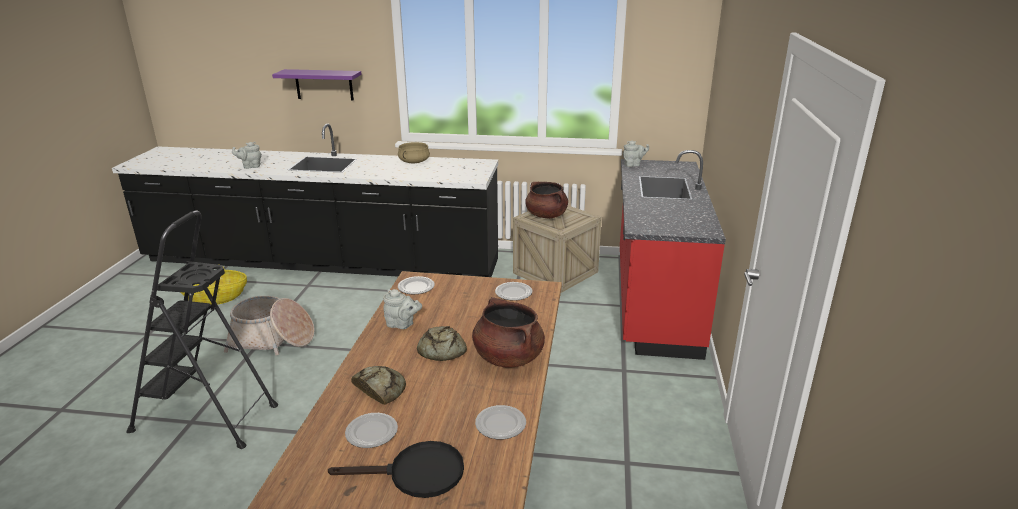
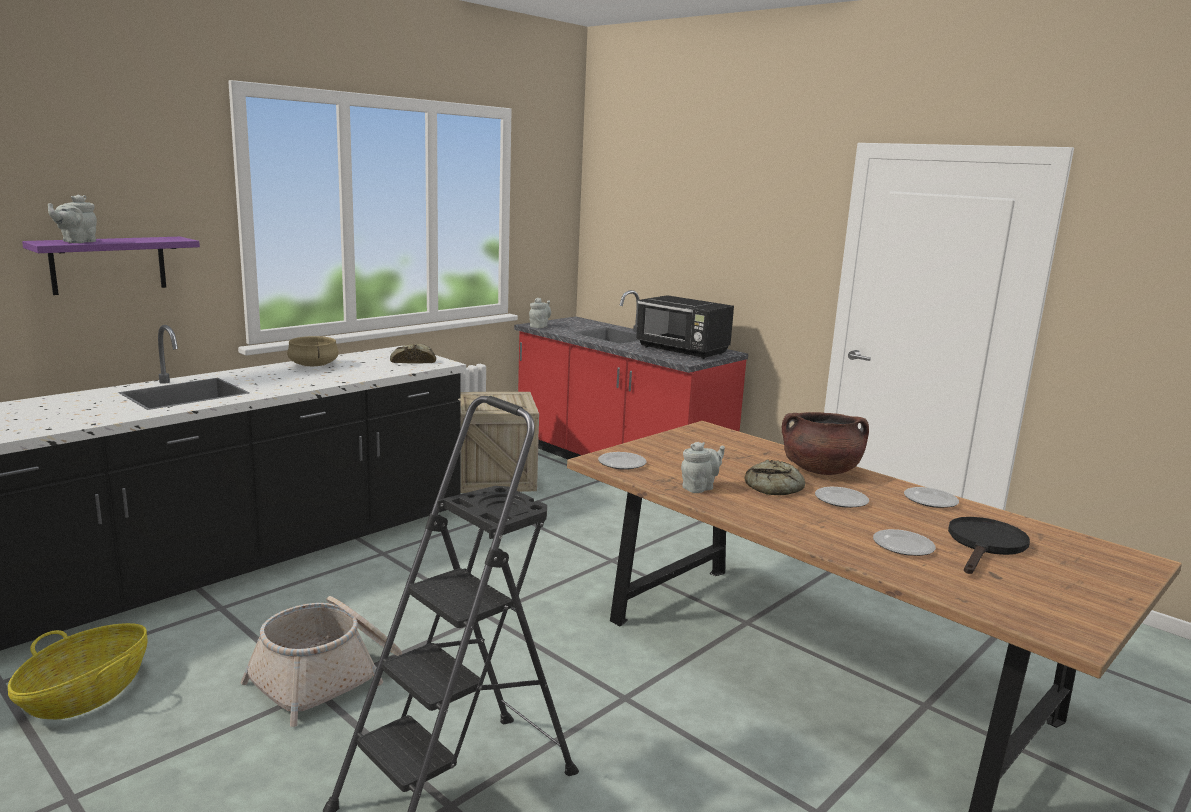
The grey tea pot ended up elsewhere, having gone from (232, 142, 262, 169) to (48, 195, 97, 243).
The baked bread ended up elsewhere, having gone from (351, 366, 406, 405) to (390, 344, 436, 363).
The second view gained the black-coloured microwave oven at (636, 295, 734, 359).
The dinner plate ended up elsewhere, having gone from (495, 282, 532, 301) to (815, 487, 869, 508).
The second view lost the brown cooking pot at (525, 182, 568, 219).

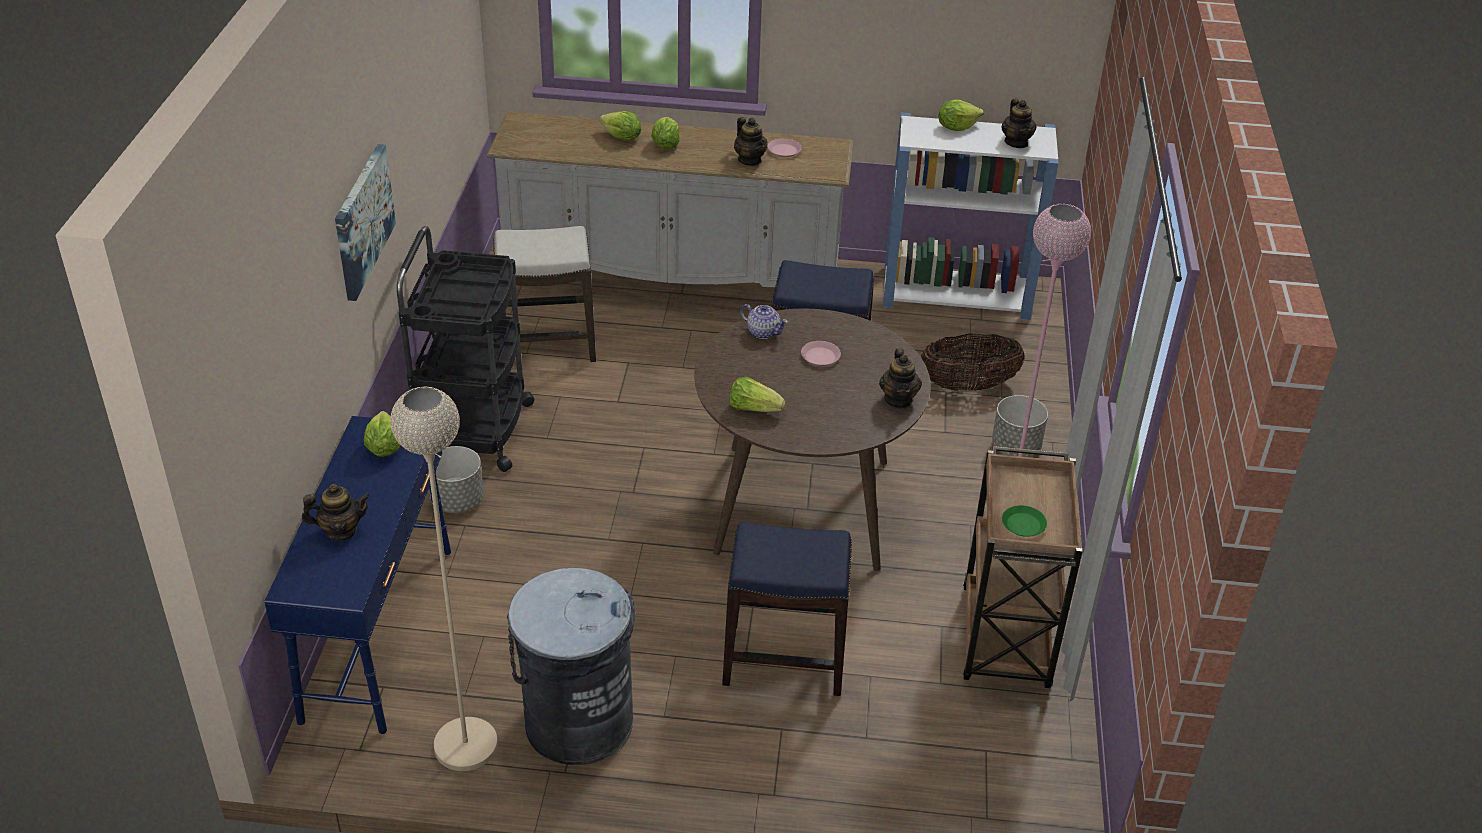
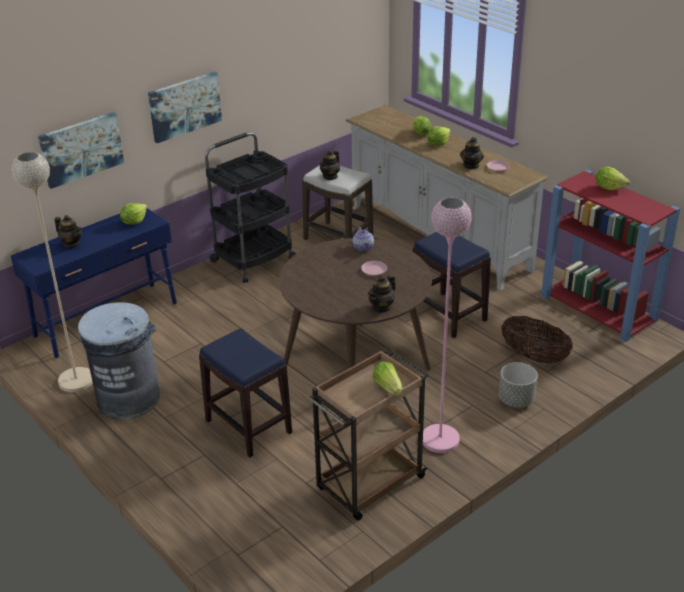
The second view gained the wall art at (38, 112, 124, 189).
The tea pot ended up elsewhere, having gone from (1001, 99, 1036, 148) to (320, 150, 340, 180).
The head of lettuce ended up elsewhere, having gone from (729, 377, 786, 412) to (373, 361, 402, 396).
What was the whitish shelving unit at (883, 112, 1058, 320) turned into the reddish shelving unit at (541, 169, 680, 342).
The second view lost the grey plant pot at (429, 446, 484, 513).
The second view lost the green-coloured dinner plate at (1002, 505, 1047, 537).

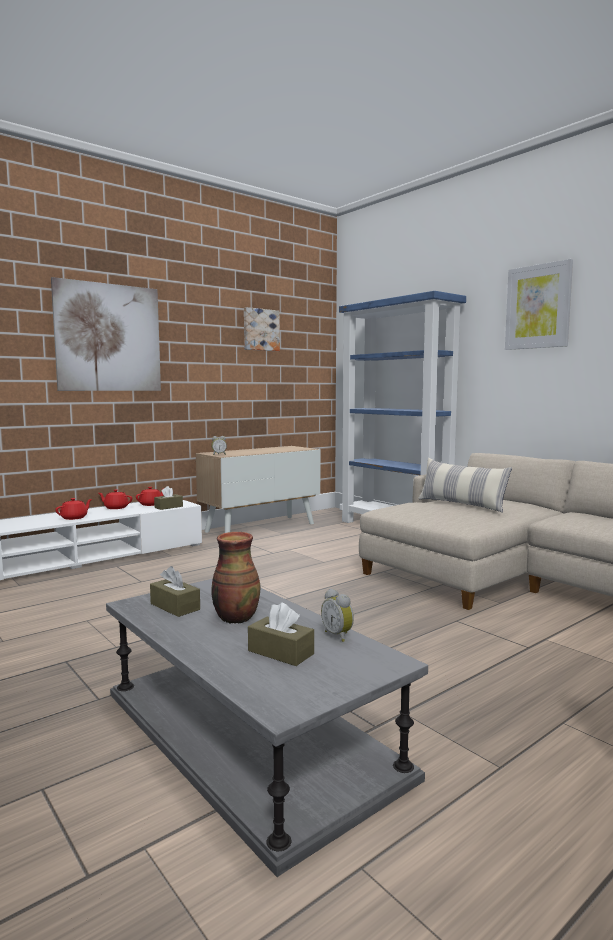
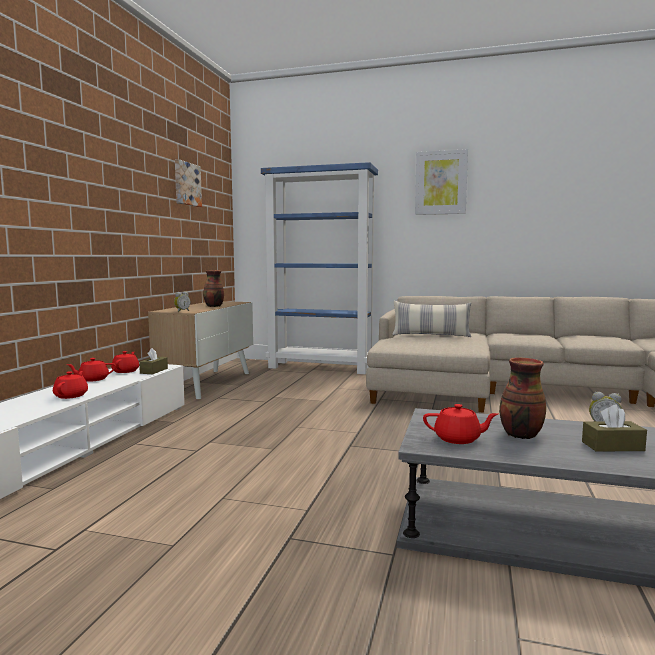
The second view gained the vase at (203, 270, 224, 307).
Where the brown tissue holder stood at (150, 566, 200, 617), the reddish tea pot came to stand at (423, 404, 498, 444).
The second view lost the wall art at (51, 277, 161, 391).

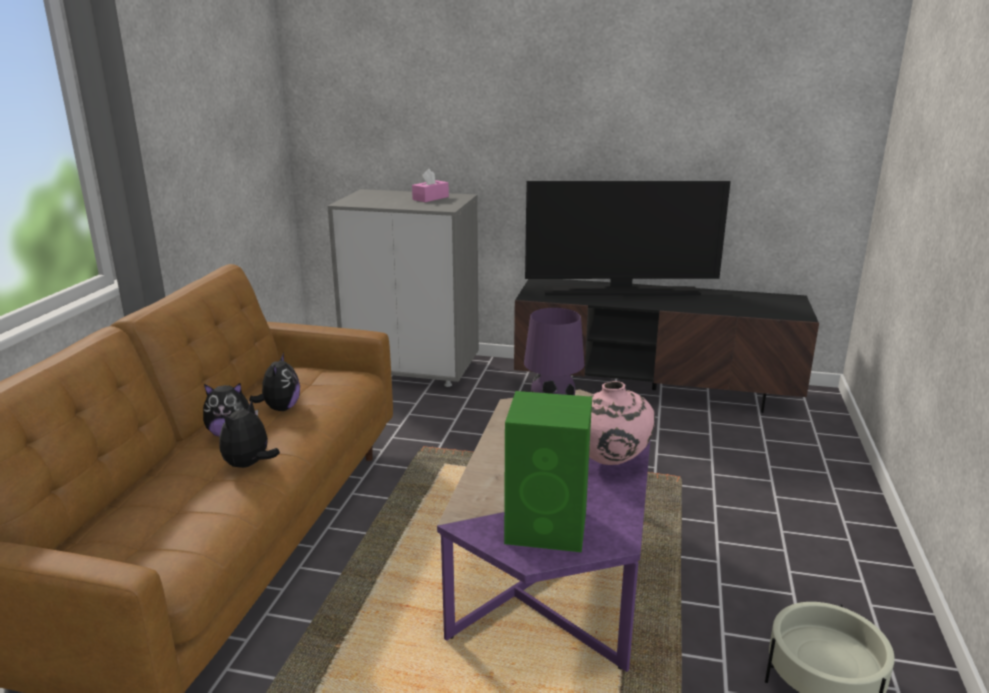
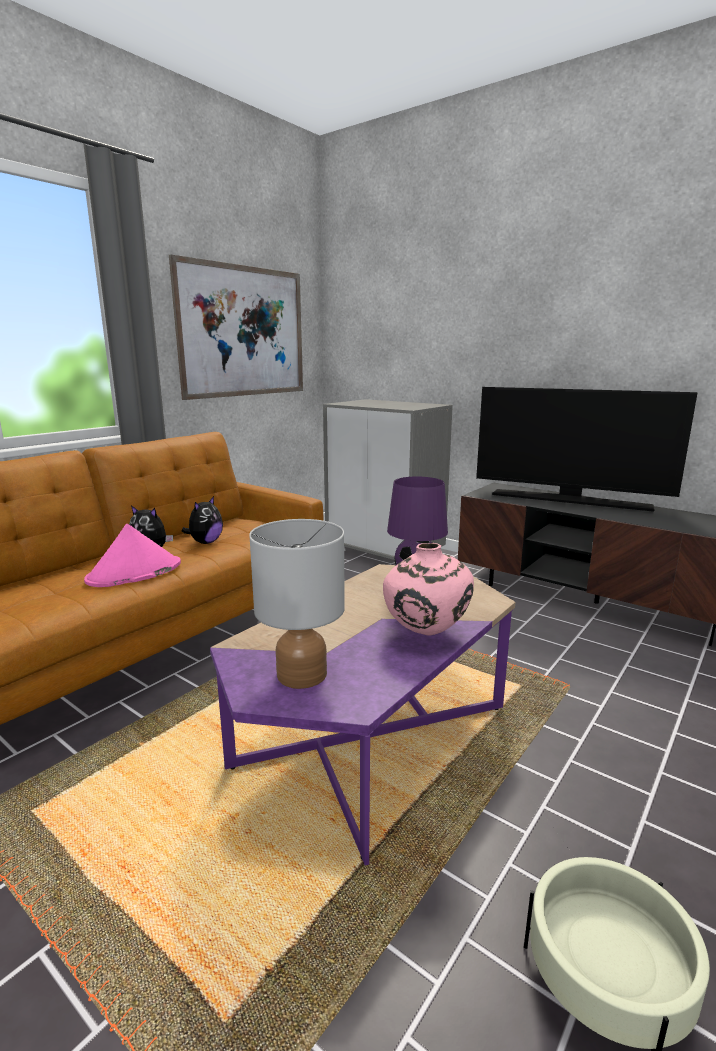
Where the cuddly toy stood at (219, 400, 280, 468), the pinkish clothing hat came to stand at (84, 524, 181, 587).
The second view gained the wall art at (169, 254, 303, 400).
Where the green-coloured speaker stood at (504, 391, 592, 552), the grey tabletop lamp came to stand at (249, 519, 345, 689).
The second view lost the pinkish tissue holder at (412, 169, 449, 202).

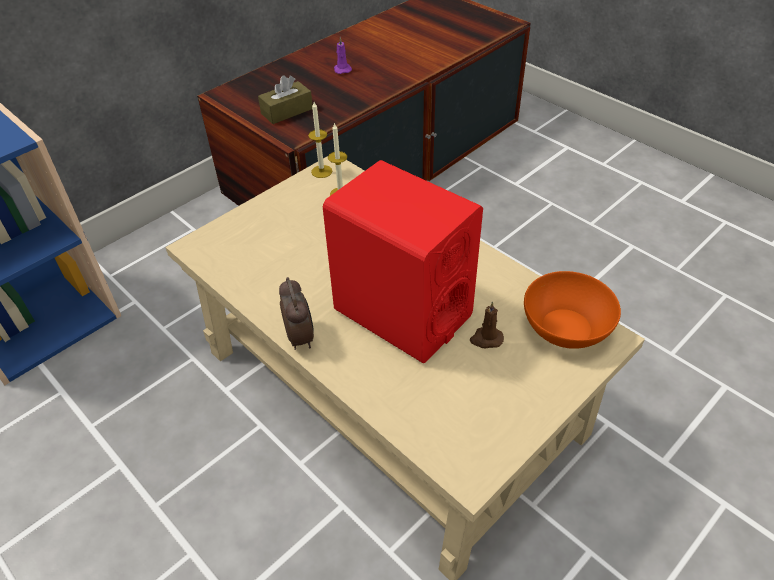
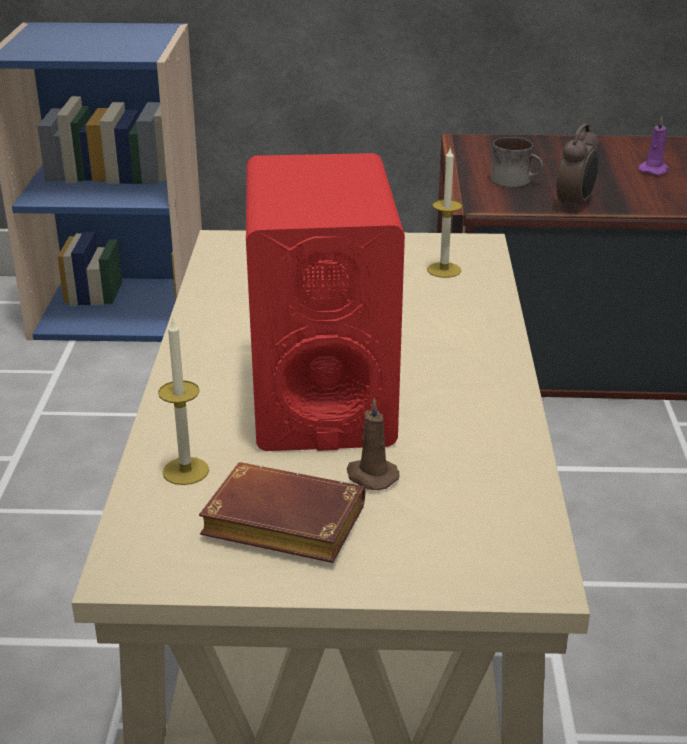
The wax light ended up elsewhere, having gone from (308, 102, 332, 178) to (158, 318, 209, 485).
The second view gained the brown book at (199, 462, 365, 563).
Where the brown tissue holder stood at (258, 75, 313, 124), the tea mug came to stand at (491, 137, 543, 187).
The alarm clock ended up elsewhere, having gone from (279, 277, 314, 350) to (557, 124, 599, 211).
The second view lost the orange-coloured serving bowl at (524, 271, 621, 349).

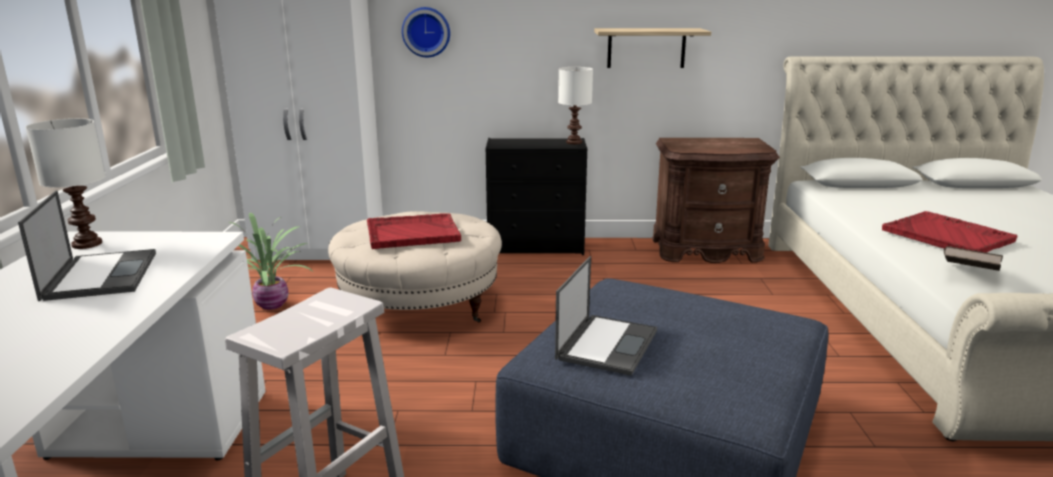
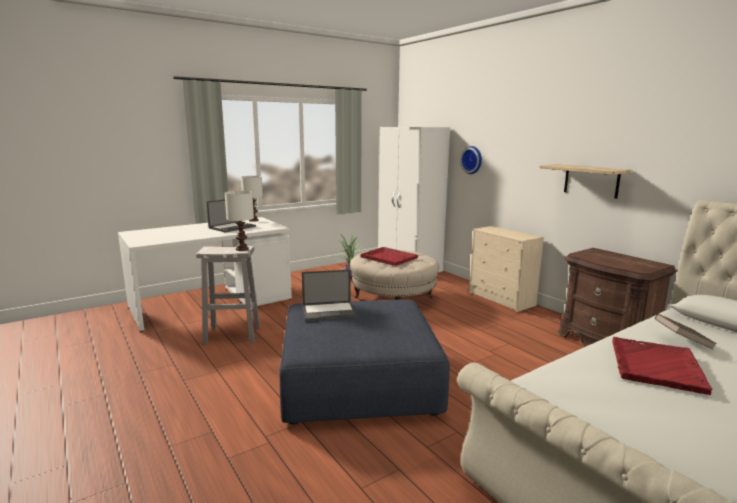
The whitish tabletop lamp ended up elsewhere, having gone from (558, 67, 593, 144) to (225, 191, 254, 251).
What was the black-coloured chest of drawers at (486, 138, 587, 255) turned into the sand-coloured chest of drawers at (469, 226, 544, 312).
The brown book ended up elsewhere, having gone from (944, 246, 1003, 271) to (655, 314, 717, 350).

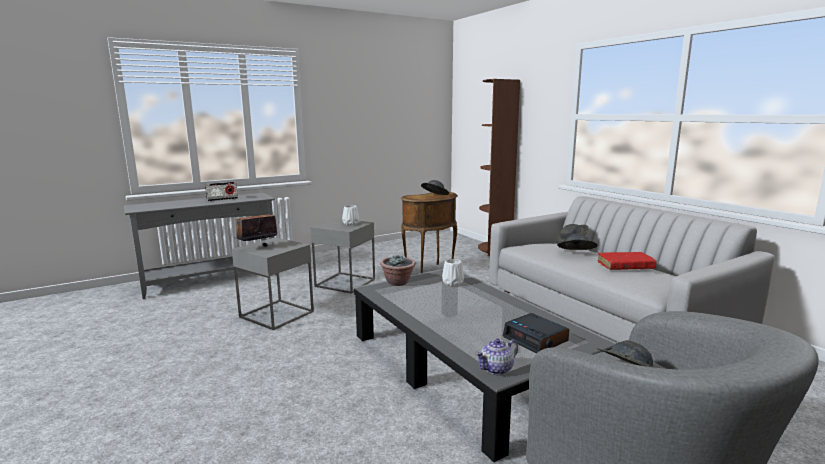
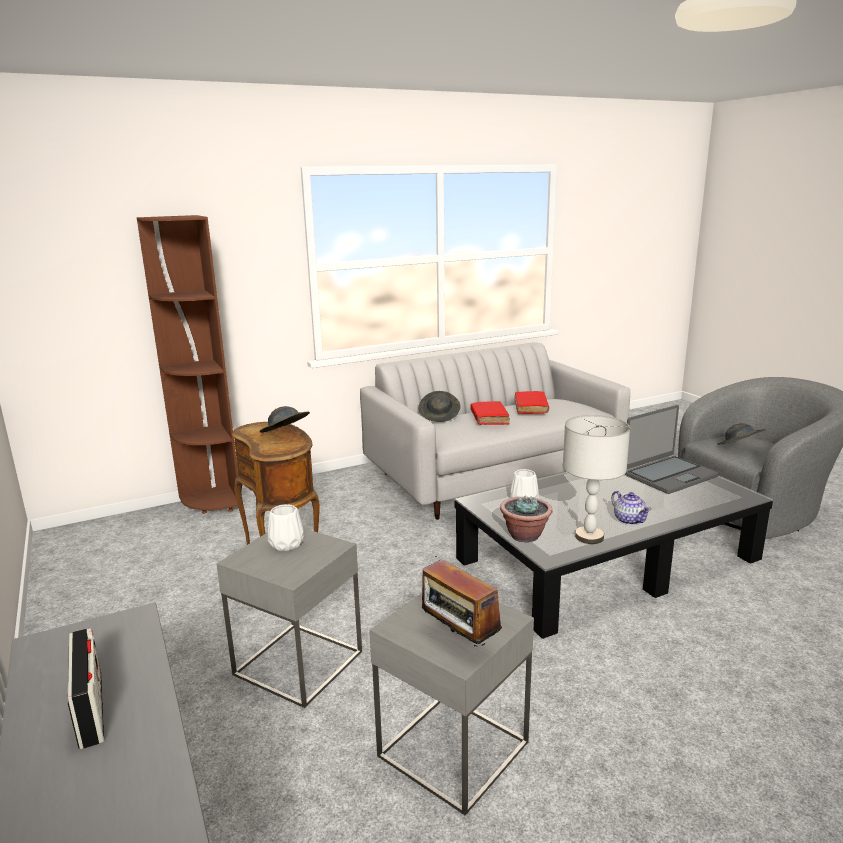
Where the grey clothing hat stood at (557, 234, 598, 250), the reddish book came to stand at (470, 401, 510, 425).
The second view gained the grey tabletop lamp at (563, 415, 630, 544).
The tea pot ended up elsewhere, having gone from (475, 338, 518, 375) to (611, 491, 651, 525).
Where the alarm clock stood at (503, 313, 569, 354), the portable computer came to stand at (625, 405, 719, 494).

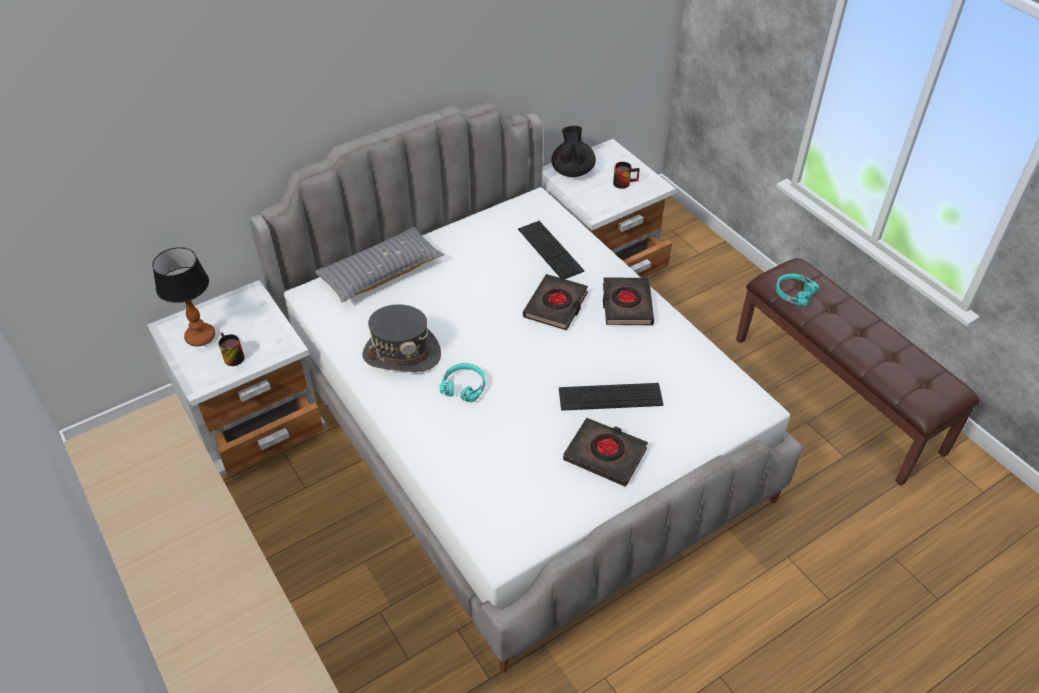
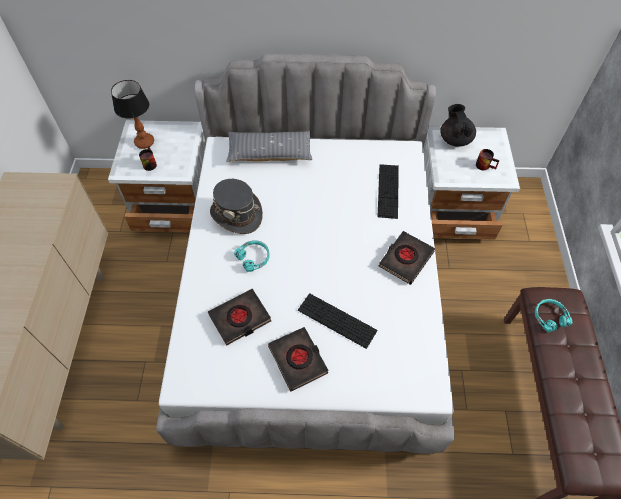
The black-coloured book ended up elsewhere, having gone from (523, 274, 588, 330) to (208, 289, 271, 346).
The black-coloured tea pot at (552, 126, 596, 177) ended up facing another way, 45 degrees counterclockwise from before.

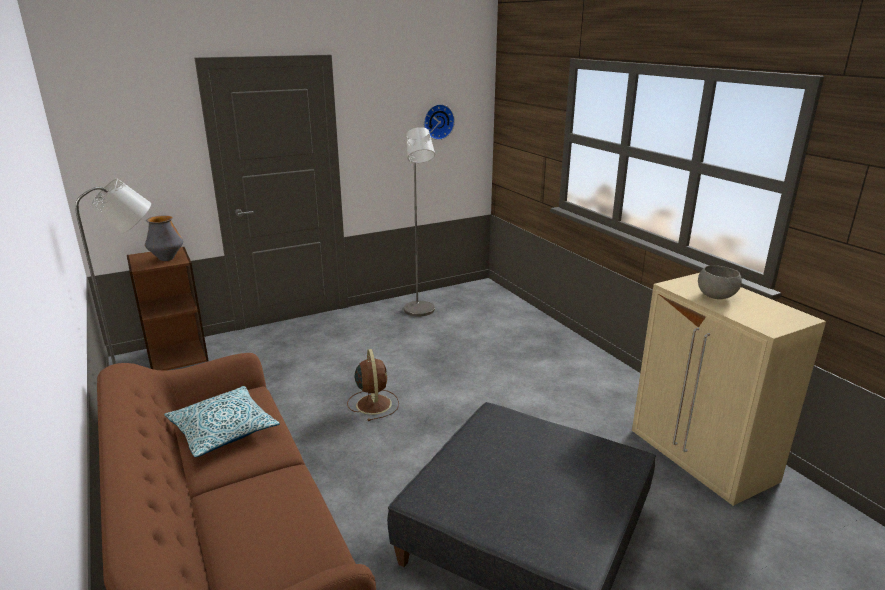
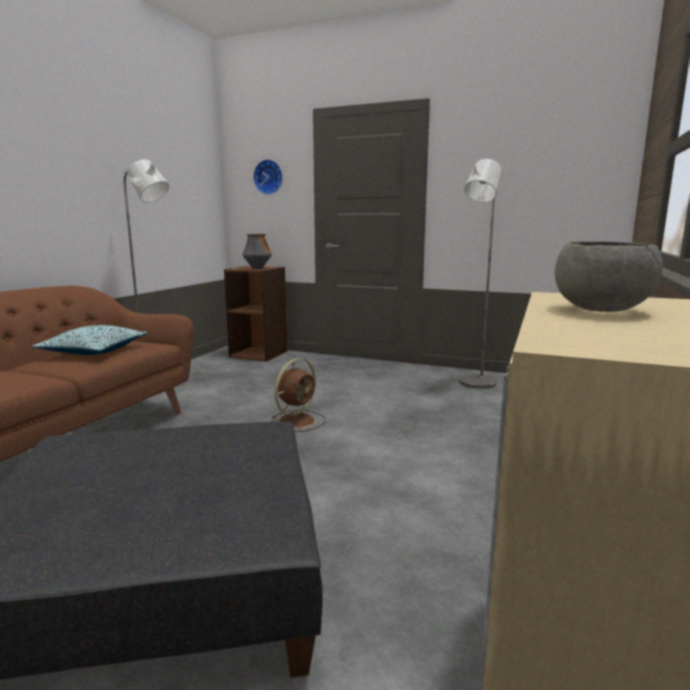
The wall clock ended up elsewhere, having gone from (424, 104, 455, 140) to (253, 159, 283, 195).

